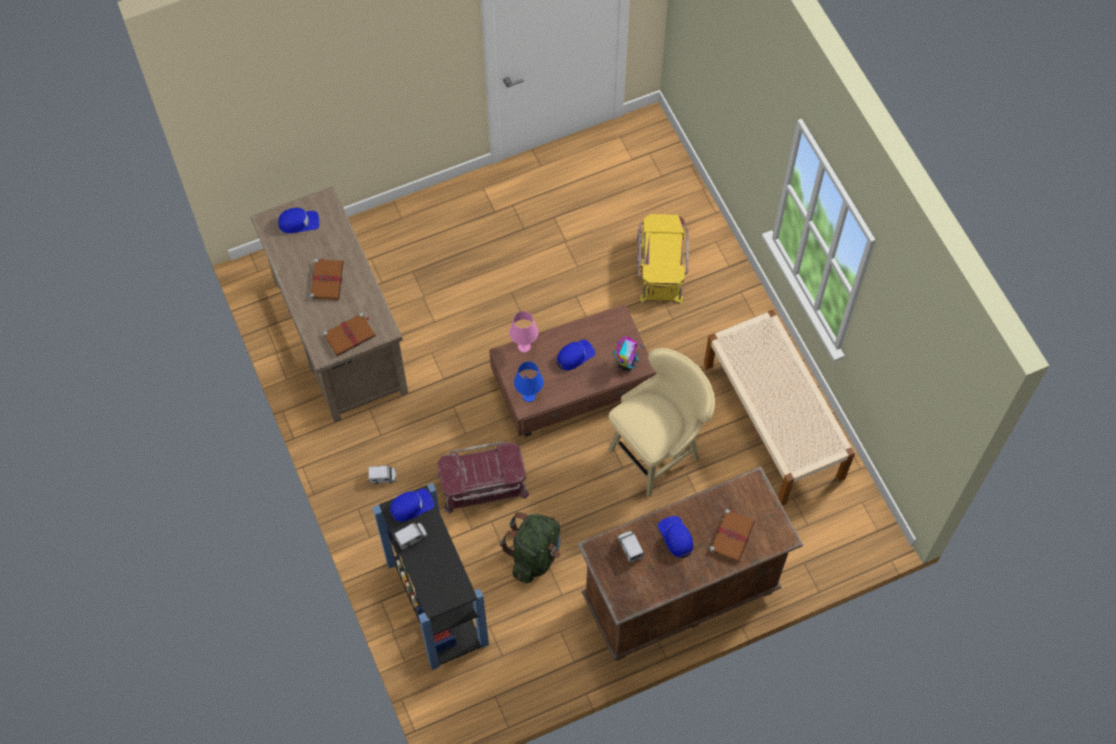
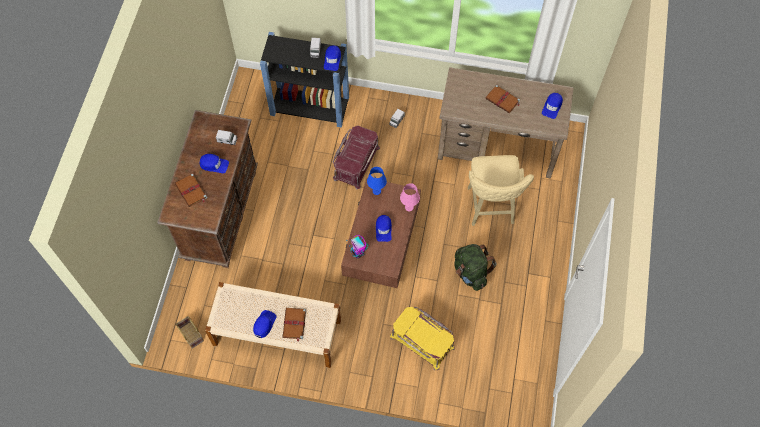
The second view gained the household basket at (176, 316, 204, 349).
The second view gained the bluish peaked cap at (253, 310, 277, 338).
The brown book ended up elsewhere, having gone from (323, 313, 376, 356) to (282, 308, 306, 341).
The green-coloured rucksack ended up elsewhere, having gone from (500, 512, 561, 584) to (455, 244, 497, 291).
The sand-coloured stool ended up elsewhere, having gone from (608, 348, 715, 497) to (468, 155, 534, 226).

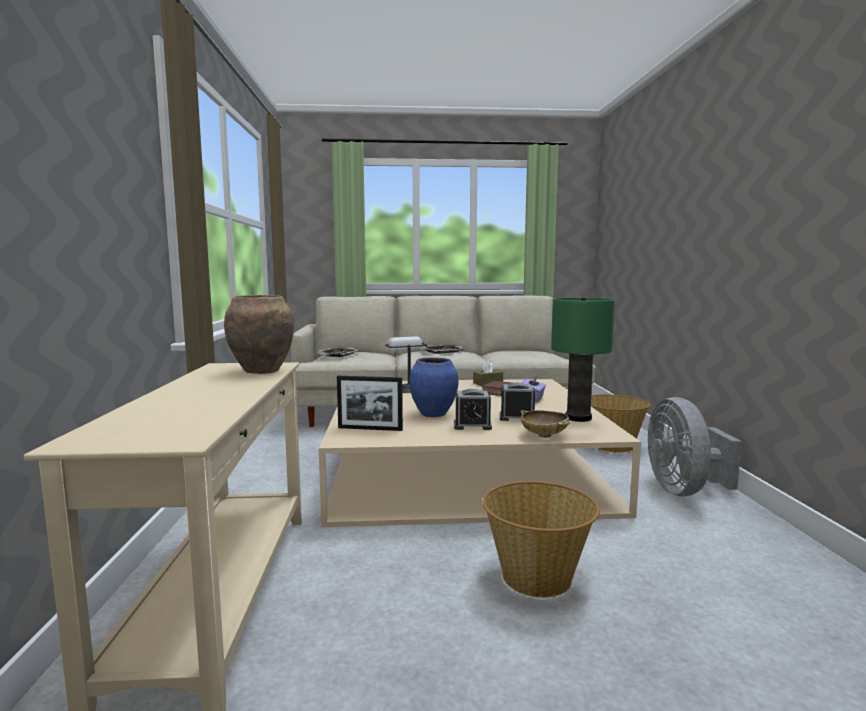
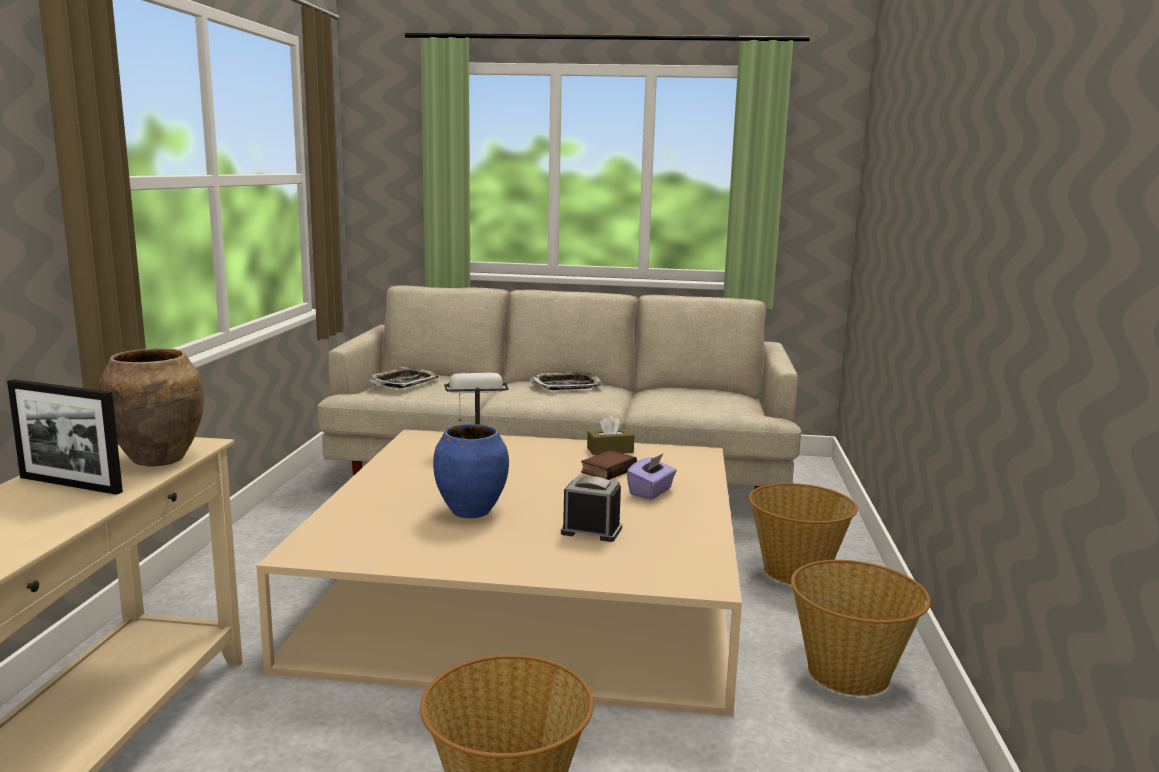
The standing frame ended up elsewhere, having gone from (337, 376, 403, 431) to (7, 379, 123, 495).
Where the grey fan stood at (648, 397, 742, 496), the household basket came to stand at (791, 560, 931, 696).
The second view lost the alarm clock at (454, 389, 492, 430).
The second view lost the sand-coloured serving bowl at (521, 410, 570, 438).
The second view lost the green-coloured tabletop lamp at (551, 297, 615, 422).

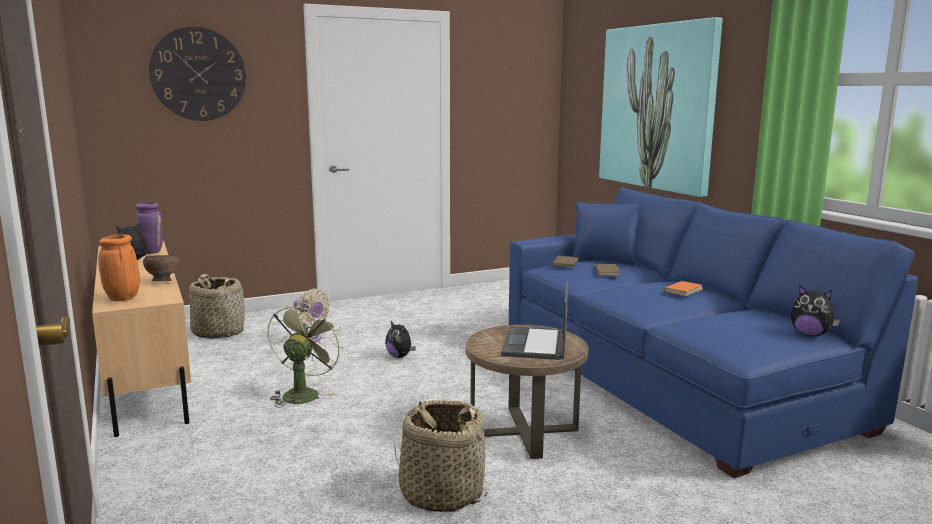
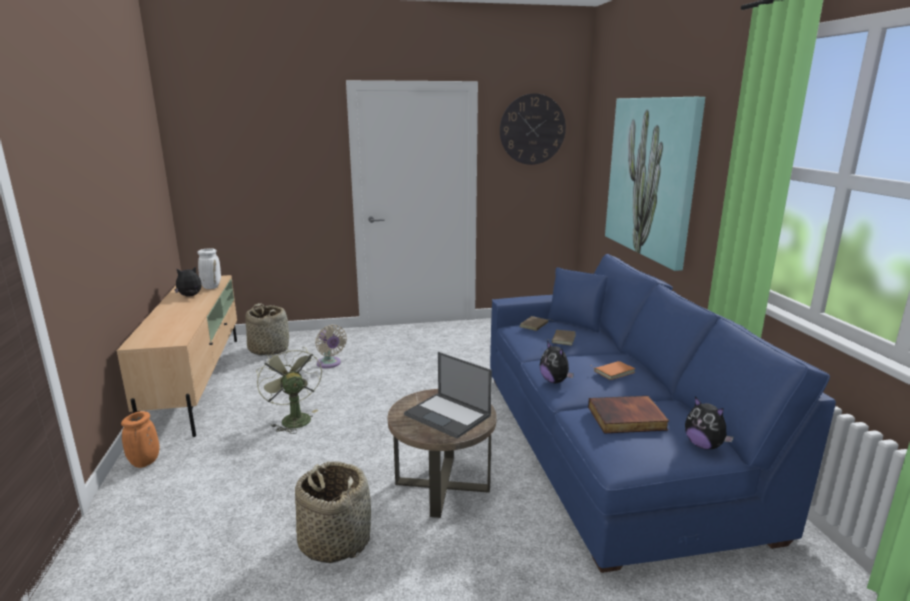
The orange-coloured vase ended up elsewhere, having gone from (98, 234, 140, 301) to (121, 411, 160, 468).
What was the purple vase at (135, 202, 163, 254) turned into the whitish vase at (198, 248, 221, 289).
The green-coloured fan at (268, 301, 344, 407) ended up facing another way, 60 degrees counterclockwise from before.
The portable computer at (501, 281, 568, 360) ended up facing another way, 75 degrees counterclockwise from before.
The wall clock ended up elsewhere, having gone from (149, 26, 246, 121) to (500, 93, 566, 165).
The cuddly toy ended up elsewhere, having gone from (385, 321, 416, 358) to (540, 341, 574, 383).
The second view gained the book at (588, 396, 669, 433).
The second view lost the brown serving bowl at (143, 255, 180, 281).

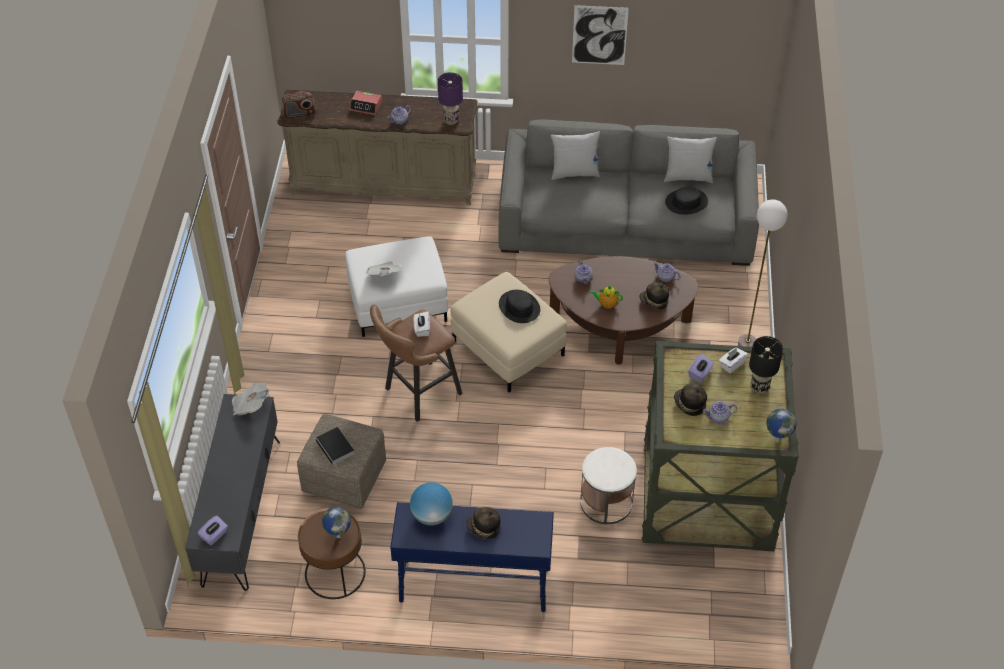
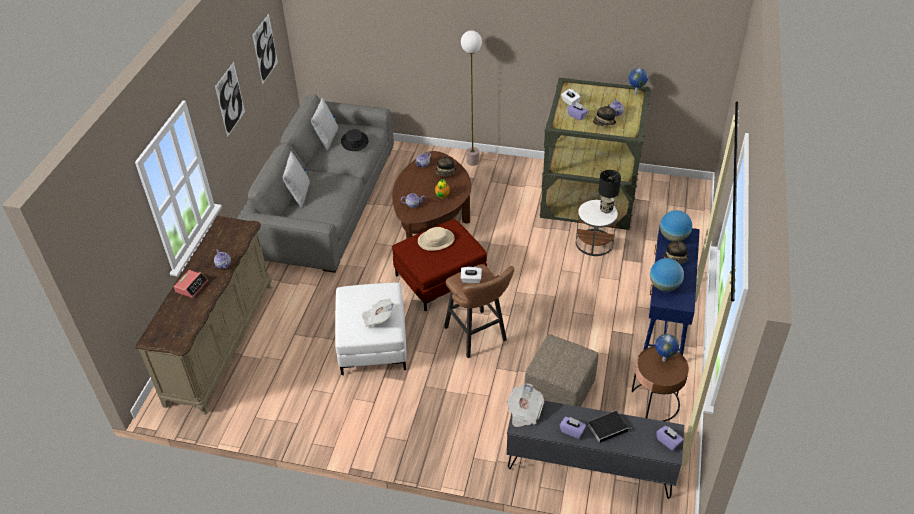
The second view gained the wall art at (252, 14, 278, 85).
What was the sand-coloured ottoman at (450, 272, 567, 393) turned into the reddish ottoman at (392, 219, 487, 311).
What was the black-coloured clothing hat at (499, 290, 540, 323) turned into the sand-coloured clothing hat at (418, 227, 455, 251).
The second view gained the purple tissue holder at (560, 417, 586, 439).
The book ended up elsewhere, having gone from (316, 427, 355, 468) to (588, 411, 632, 443).
The black-coloured tabletop lamp ended up elsewhere, having gone from (749, 336, 783, 394) to (598, 170, 621, 213).
The second view gained the world globe at (660, 210, 692, 241).
The second view lost the radio at (282, 91, 316, 119).
The second view lost the purple tabletop lamp at (438, 72, 463, 125).

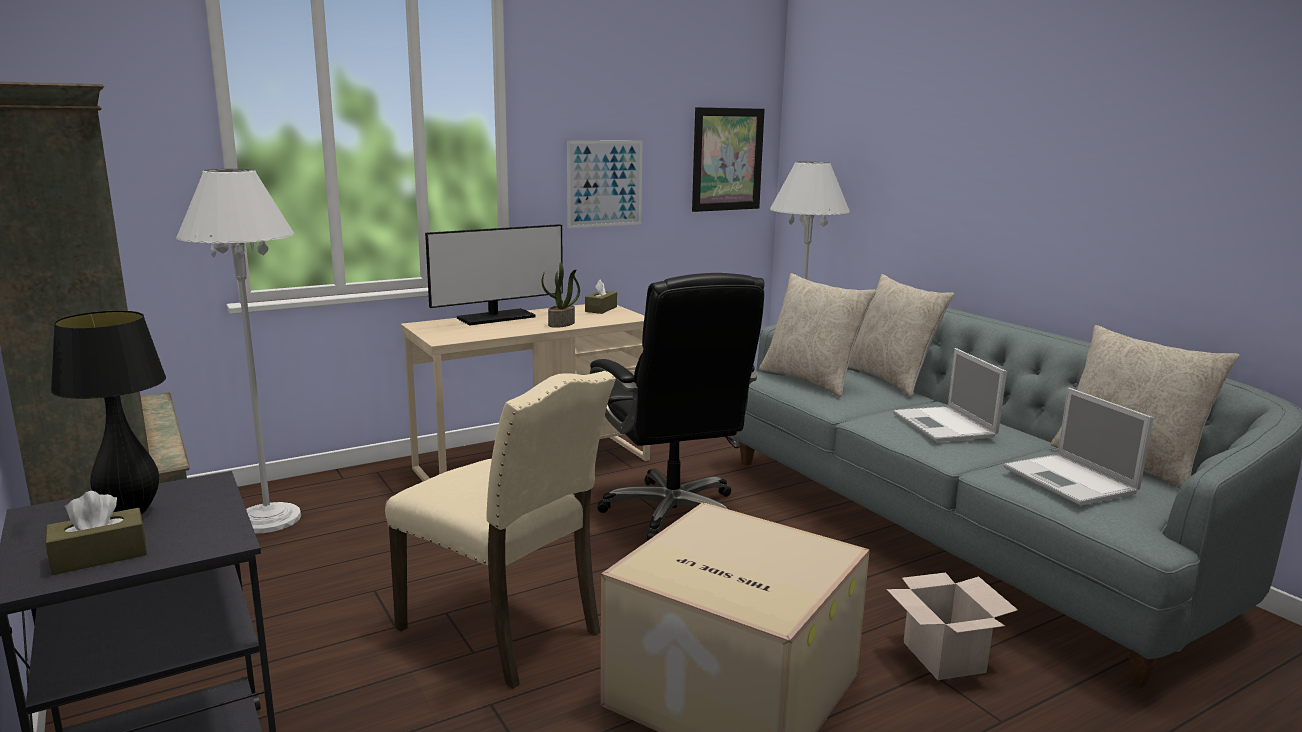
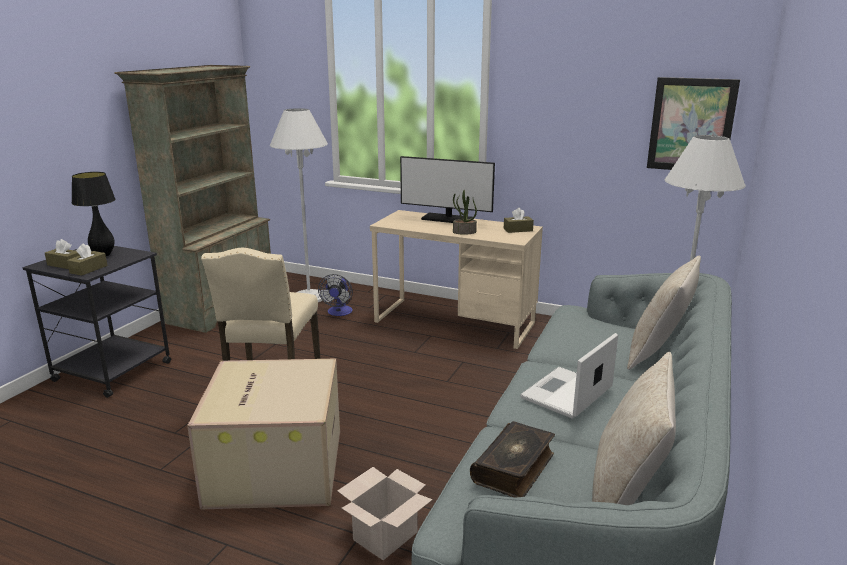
The second view gained the brown tissue holder at (67, 243, 107, 276).
The second view gained the fan at (318, 274, 353, 316).
Where the portable computer stood at (1003, 388, 1153, 505), the book came to stand at (470, 421, 555, 498).
The second view lost the wall art at (567, 141, 643, 228).
The second view lost the black-coloured computer chair at (590, 273, 765, 541).
The second view lost the sand-coloured throw pillow at (759, 273, 876, 397).

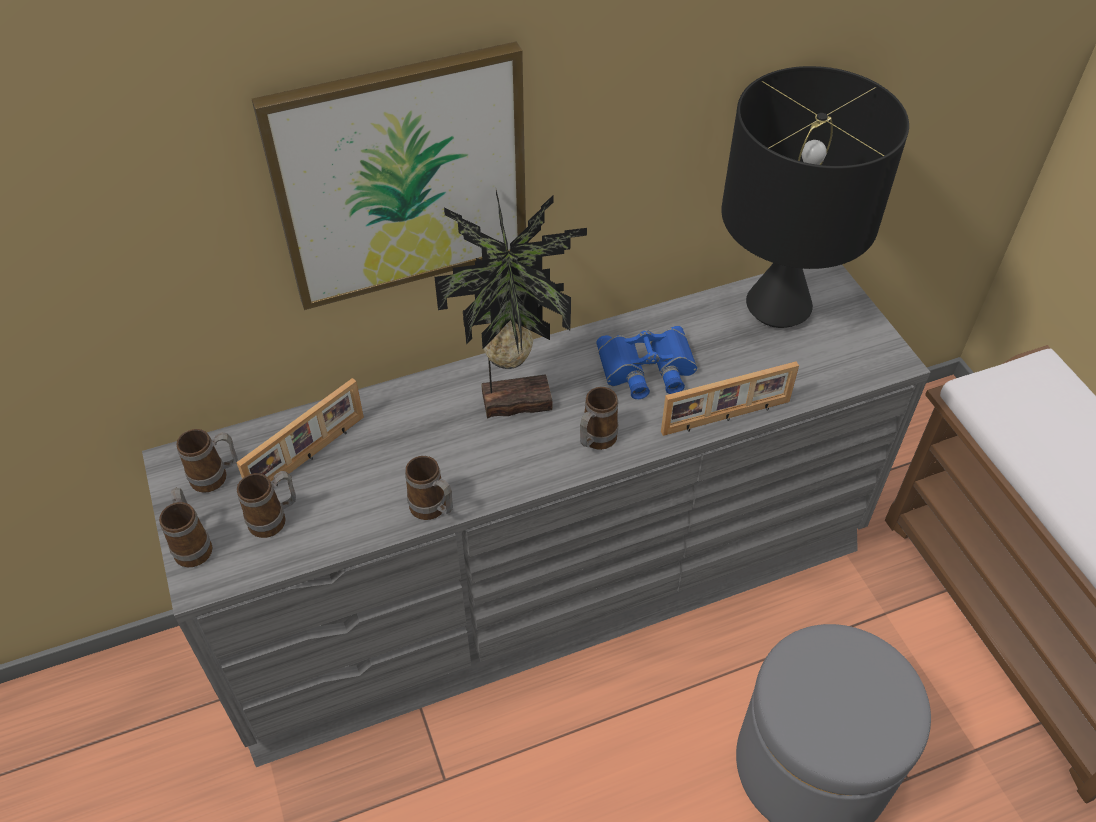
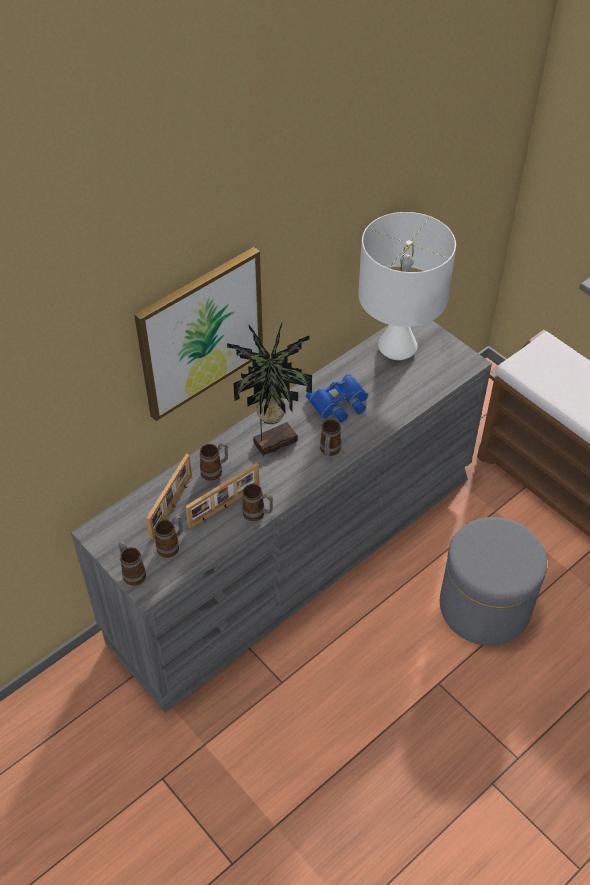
The standing frame ended up elsewhere, having gone from (661, 361, 799, 436) to (185, 463, 260, 529).
The tea mug ended up elsewhere, having gone from (176, 429, 238, 493) to (200, 442, 228, 481).
What was the black-coloured tabletop lamp at (721, 66, 909, 328) turned into the whitish tabletop lamp at (358, 212, 456, 360).

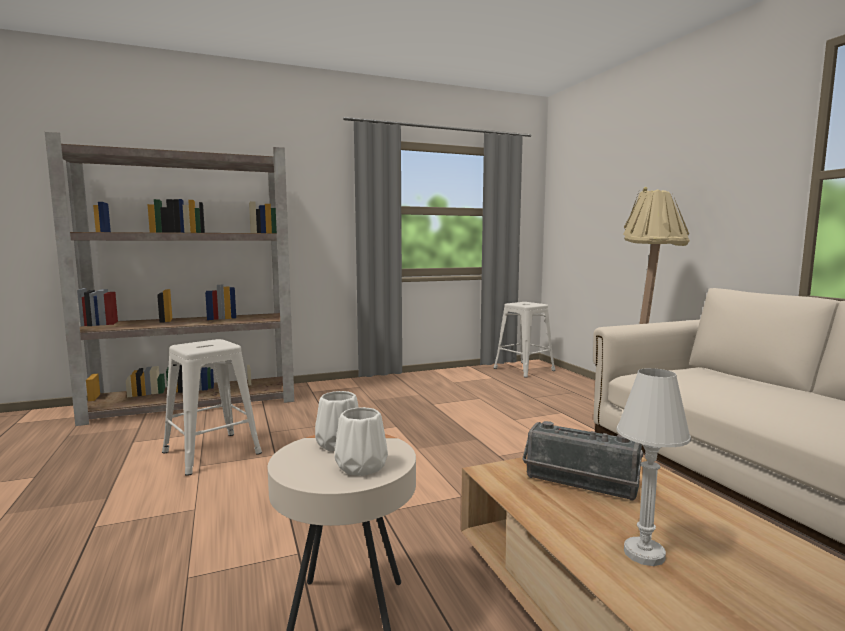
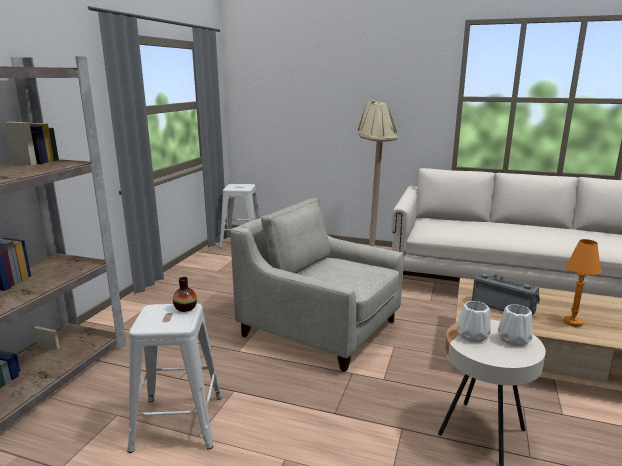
The second view gained the vase at (173, 277, 197, 312).
The second view gained the sand-coloured armchair at (230, 198, 404, 372).
The radio at (523, 421, 643, 501) ended up facing another way, 120 degrees counterclockwise from before.
What was the whitish tabletop lamp at (616, 368, 691, 566) turned into the orange-coloured tabletop lamp at (563, 239, 601, 327).

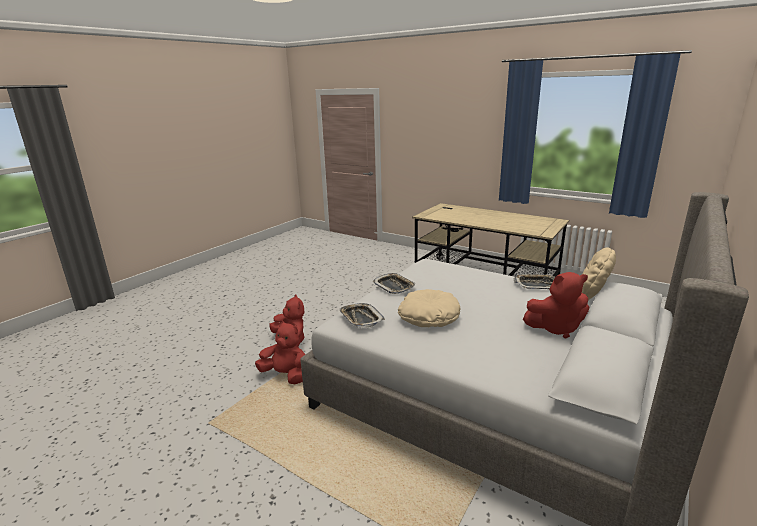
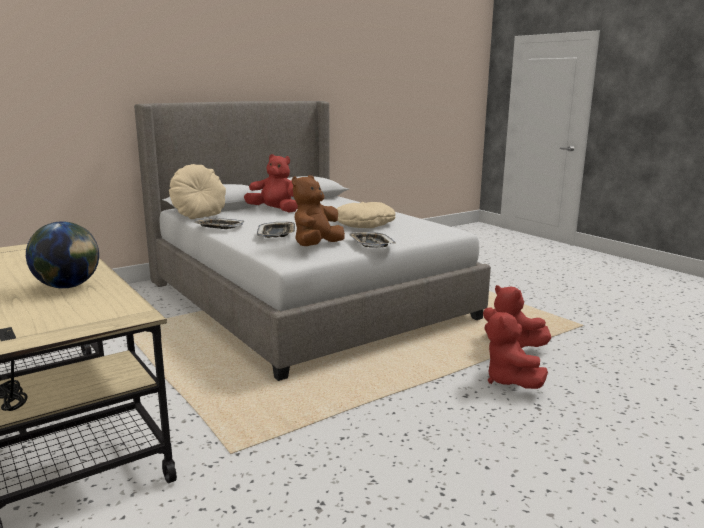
The second view gained the world globe at (26, 221, 99, 289).
The carrying tray ended up elsewhere, having gone from (339, 303, 385, 328) to (257, 222, 295, 238).
The second view gained the brown cuddly toy at (292, 175, 345, 246).

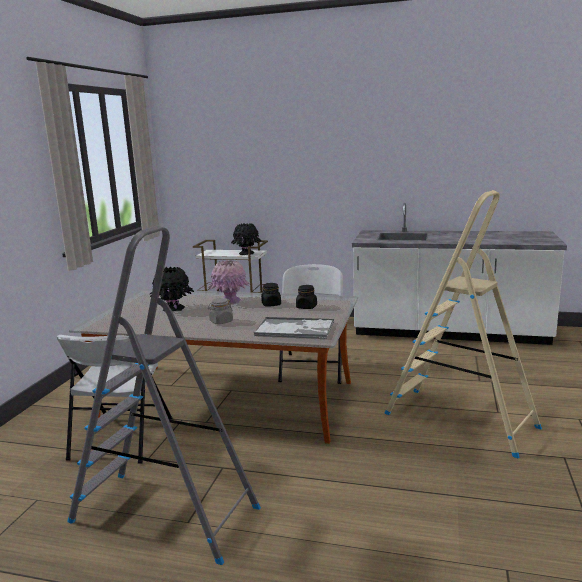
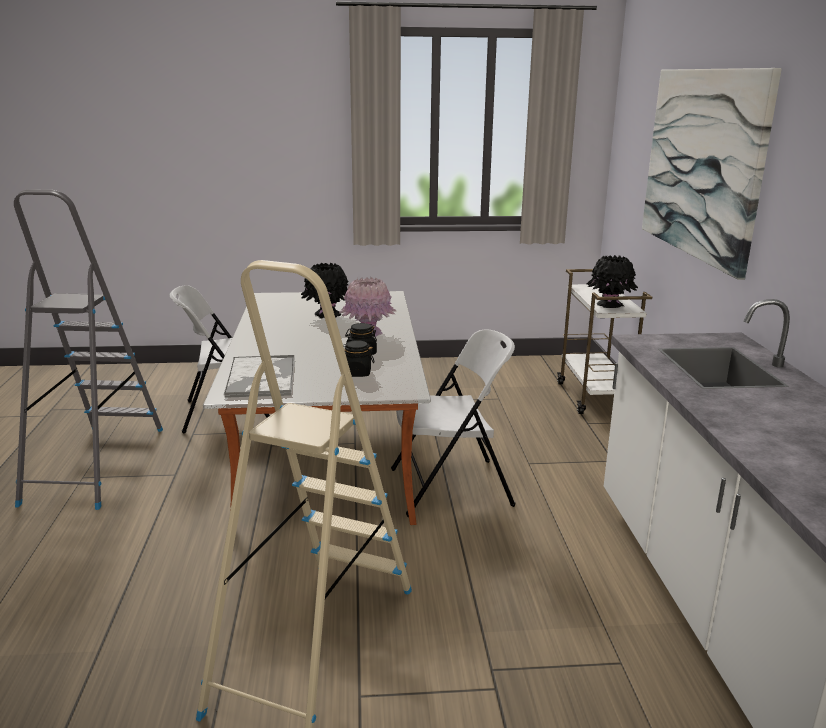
The second view gained the wall art at (642, 68, 782, 280).
The second view lost the grey jar at (208, 298, 233, 324).

